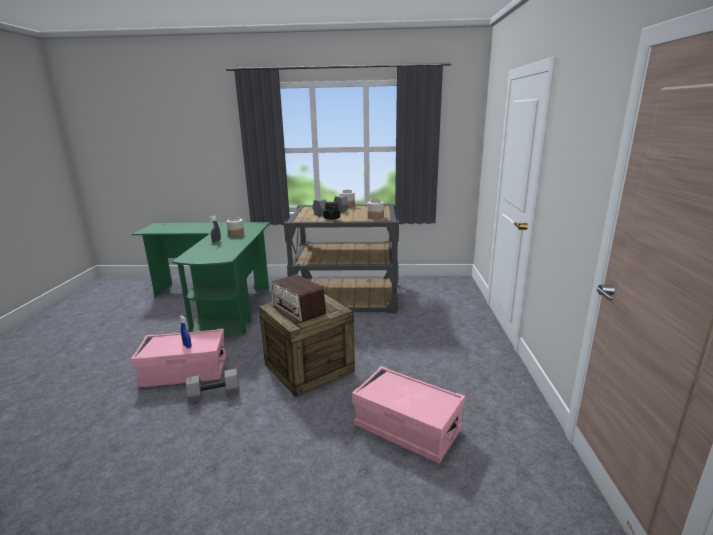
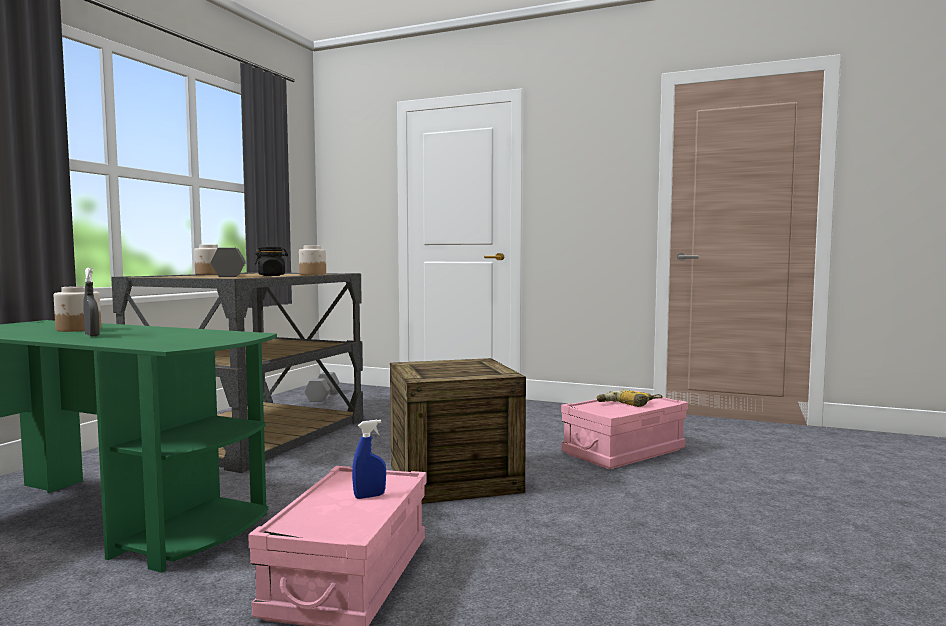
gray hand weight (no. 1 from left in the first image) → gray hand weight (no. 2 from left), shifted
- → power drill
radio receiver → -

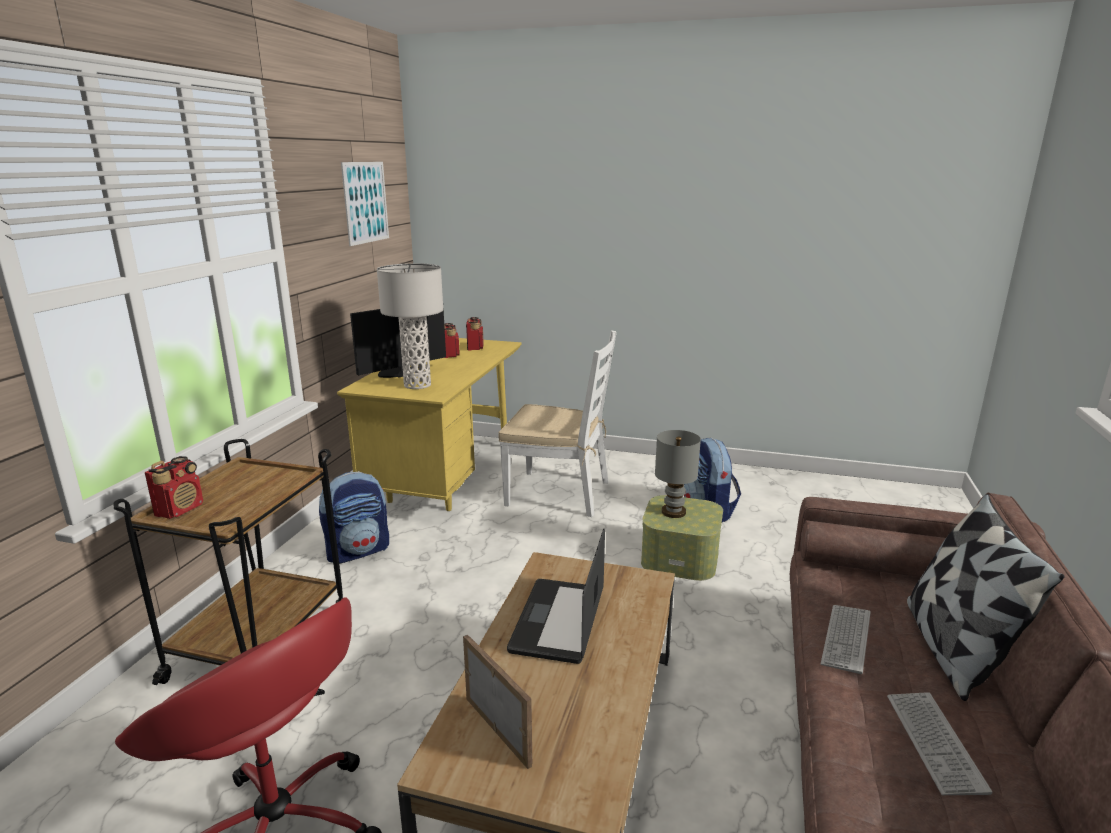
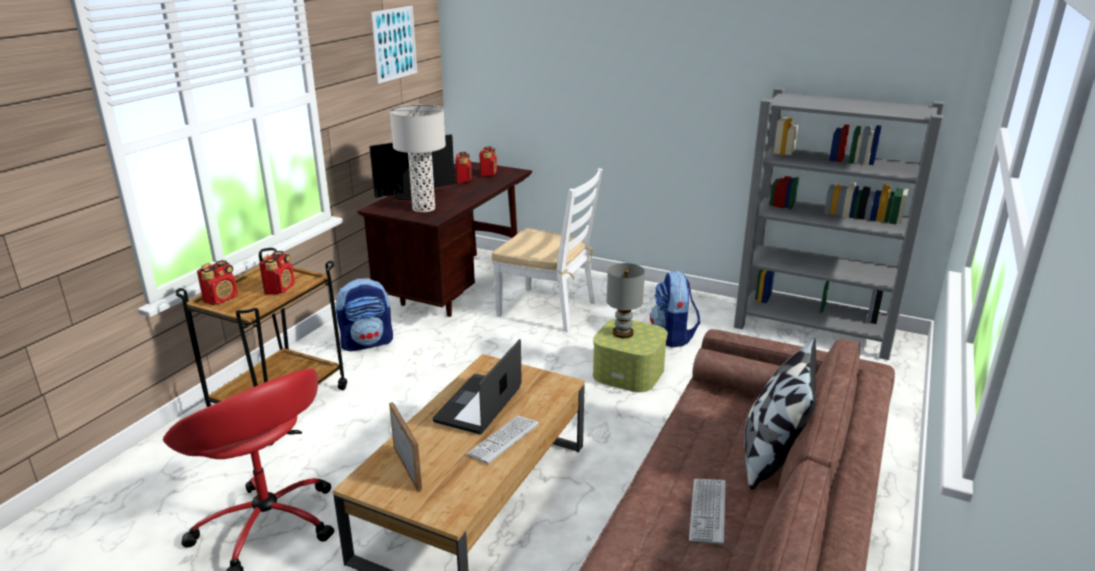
- → radio receiver (no. 2 from left)
yellow-coloured desk table → brownish desk table
keyboard (no. 1 from left), shifted
- → gray shelving unit

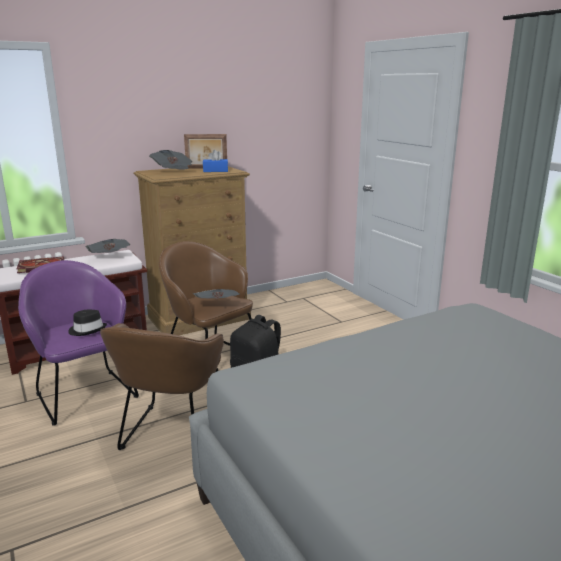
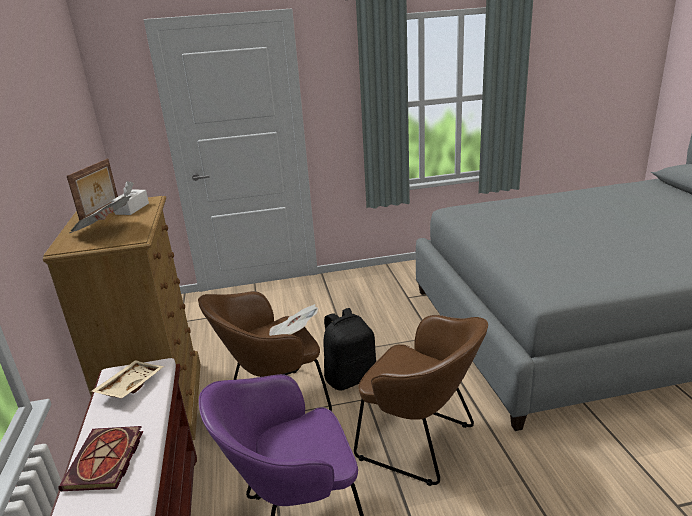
printed paper (no. 1 from left) → beige tray
blue-coloured tissue box → white-coloured tissue box
blackish hat → -

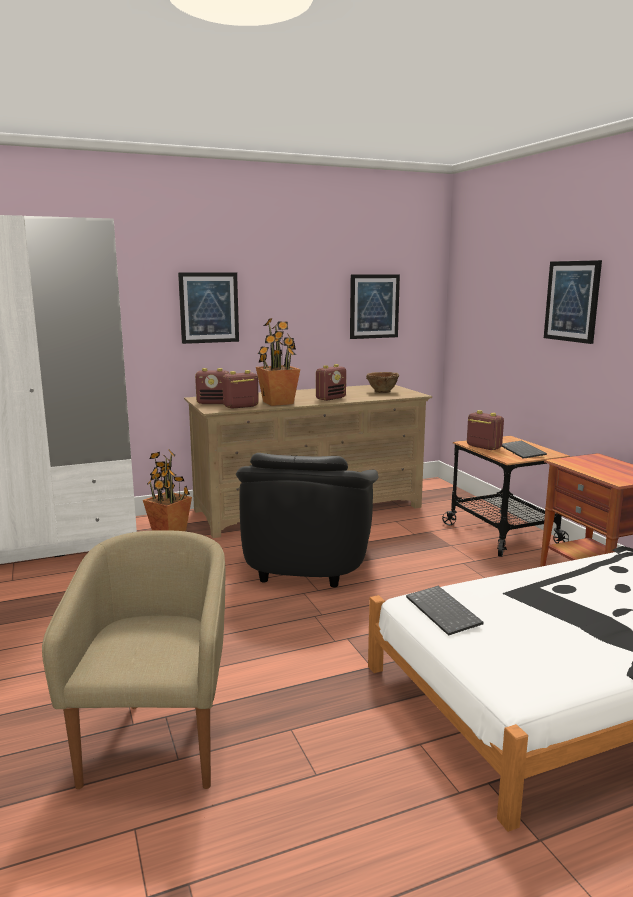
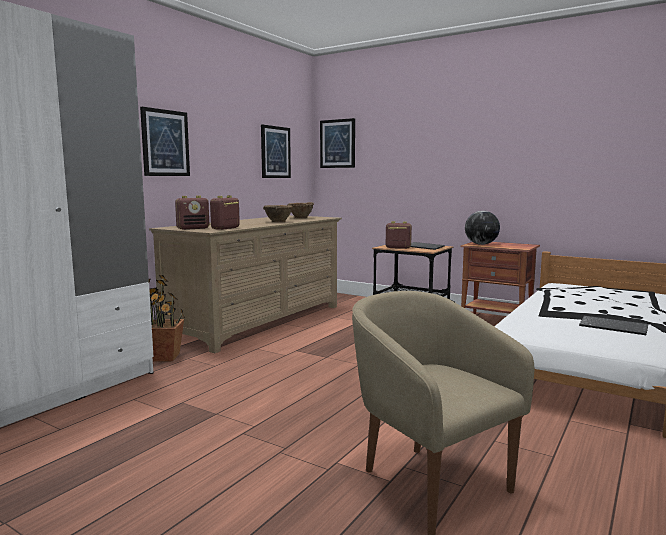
radio receiver (no. 3 from left) → brownish serving bowl (no. 1 from left)
wall art (no. 3 from left), shifted
- → world globe
keyboard (no. 1 from left in the first image) → keyboard (no. 2 from left), shifted
blackish lounge chair → -
houseplant (no. 2 from left) → -

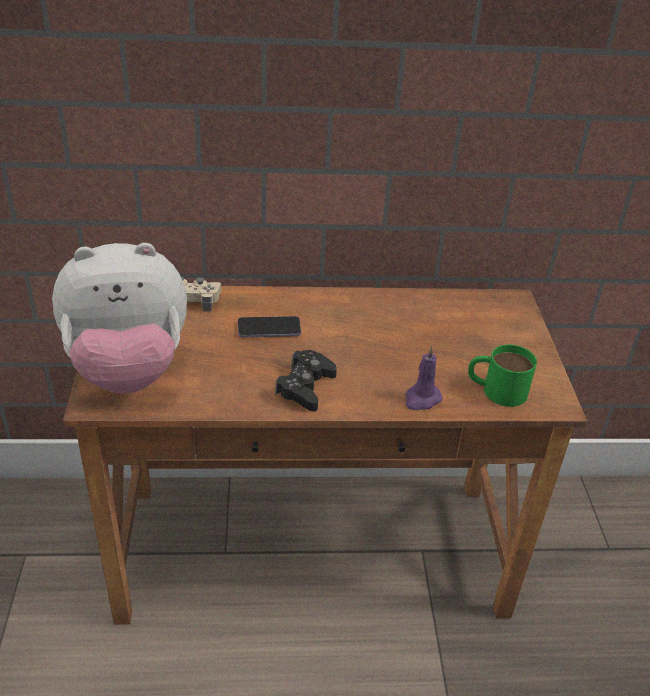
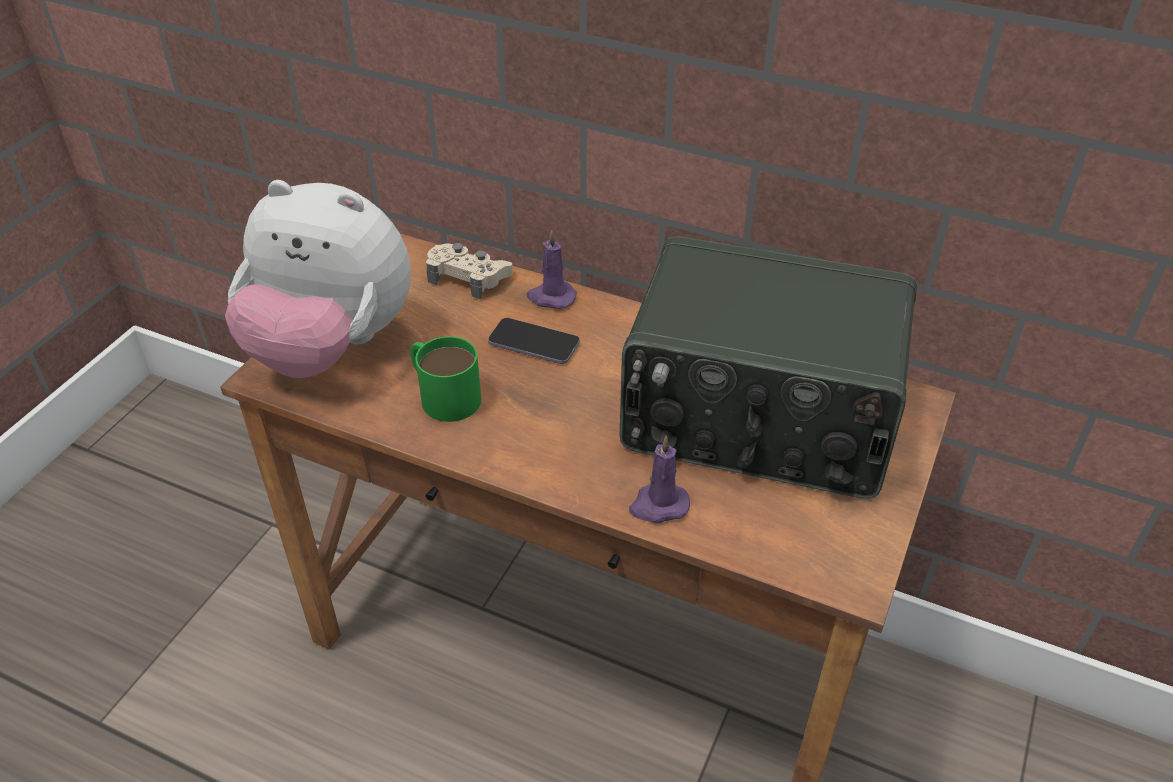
green-coloured tea mug, shifted
- → purplish candle (no. 1 from left)
- → radio receiver
blackish joypad → -

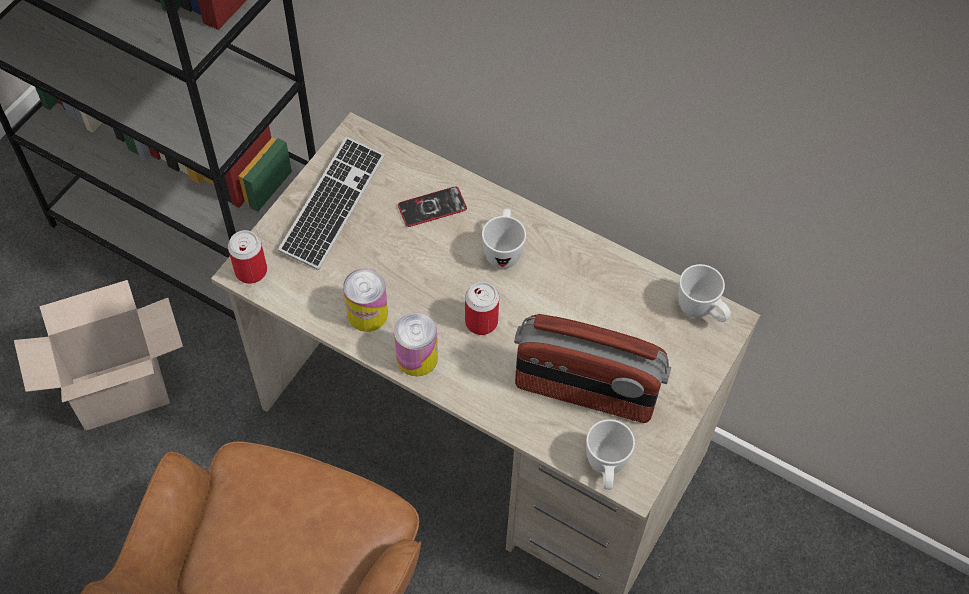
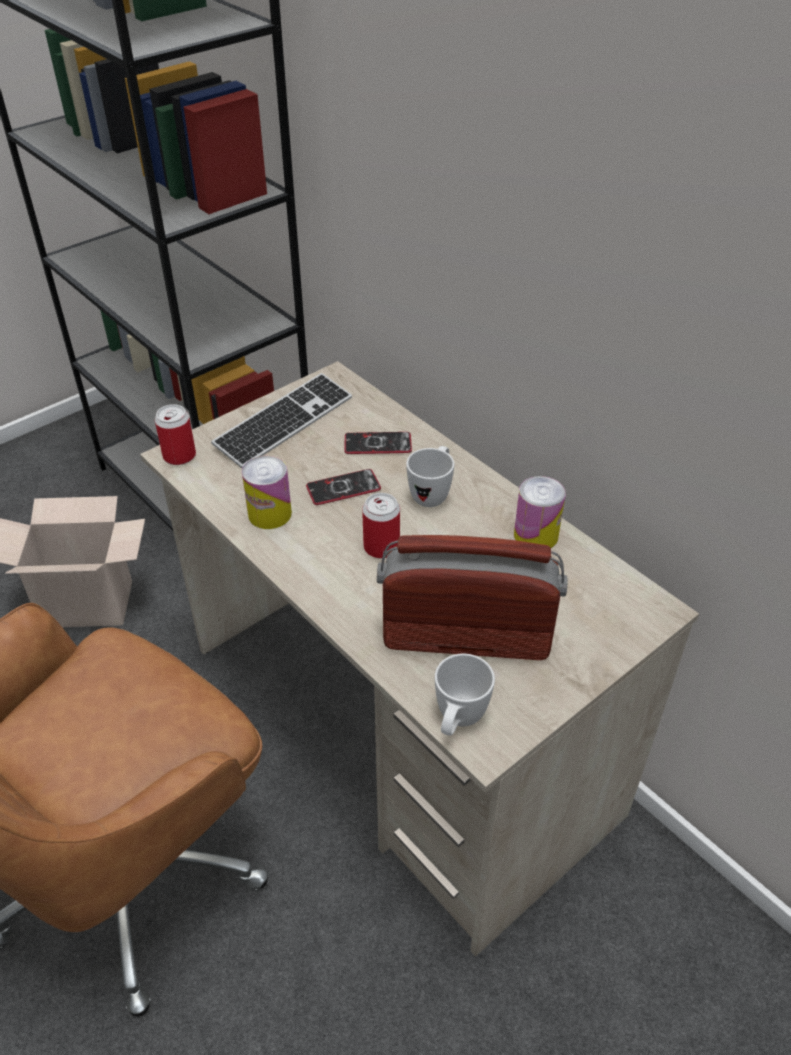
- → telephone (no. 1 from left)
radio receiver, 150 degrees clockwise
can (no. 3 from left in the first image) → can (no. 4 from left), shifted
white-coloured tea mug (no. 3 from left) → -

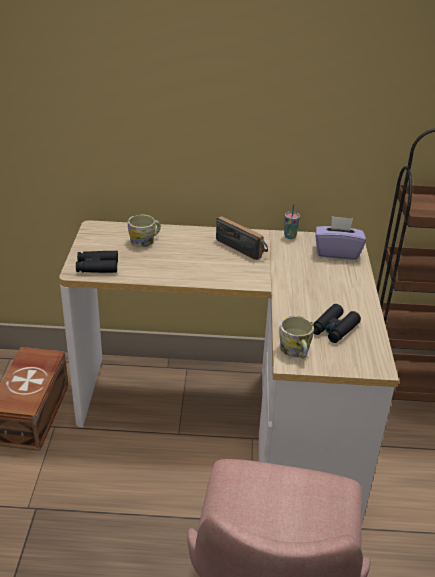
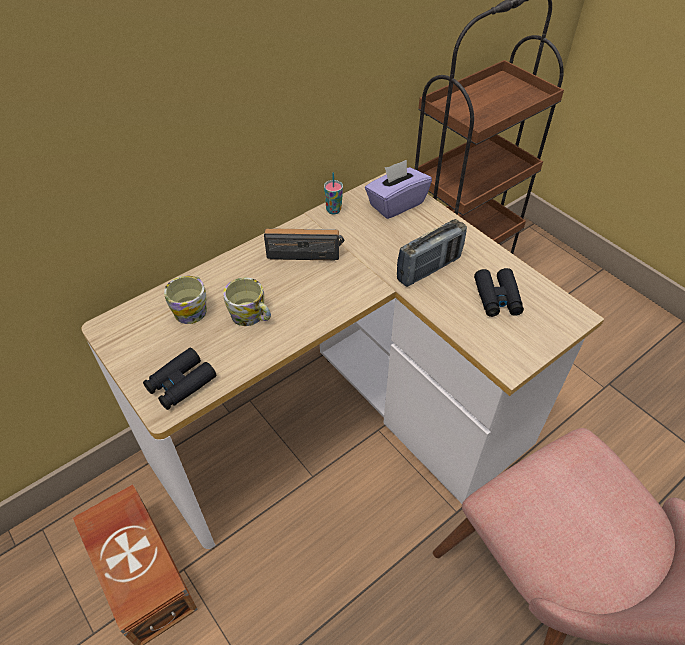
tea mug (no. 2 from left), shifted
- → radio receiver (no. 2 from left)

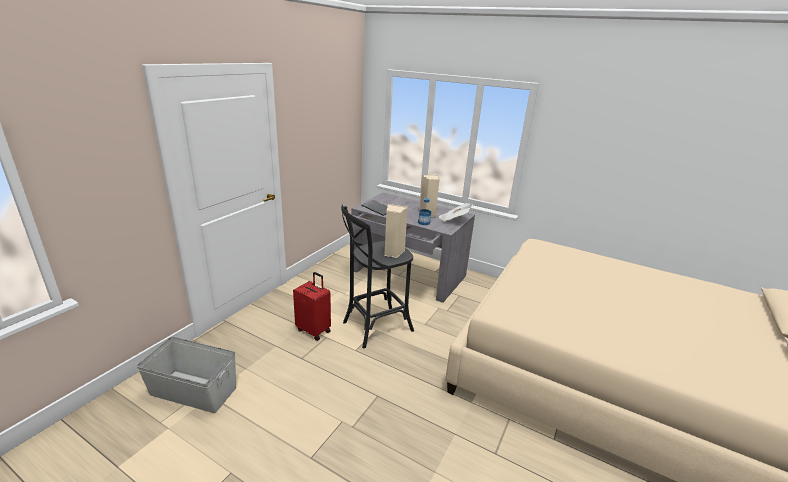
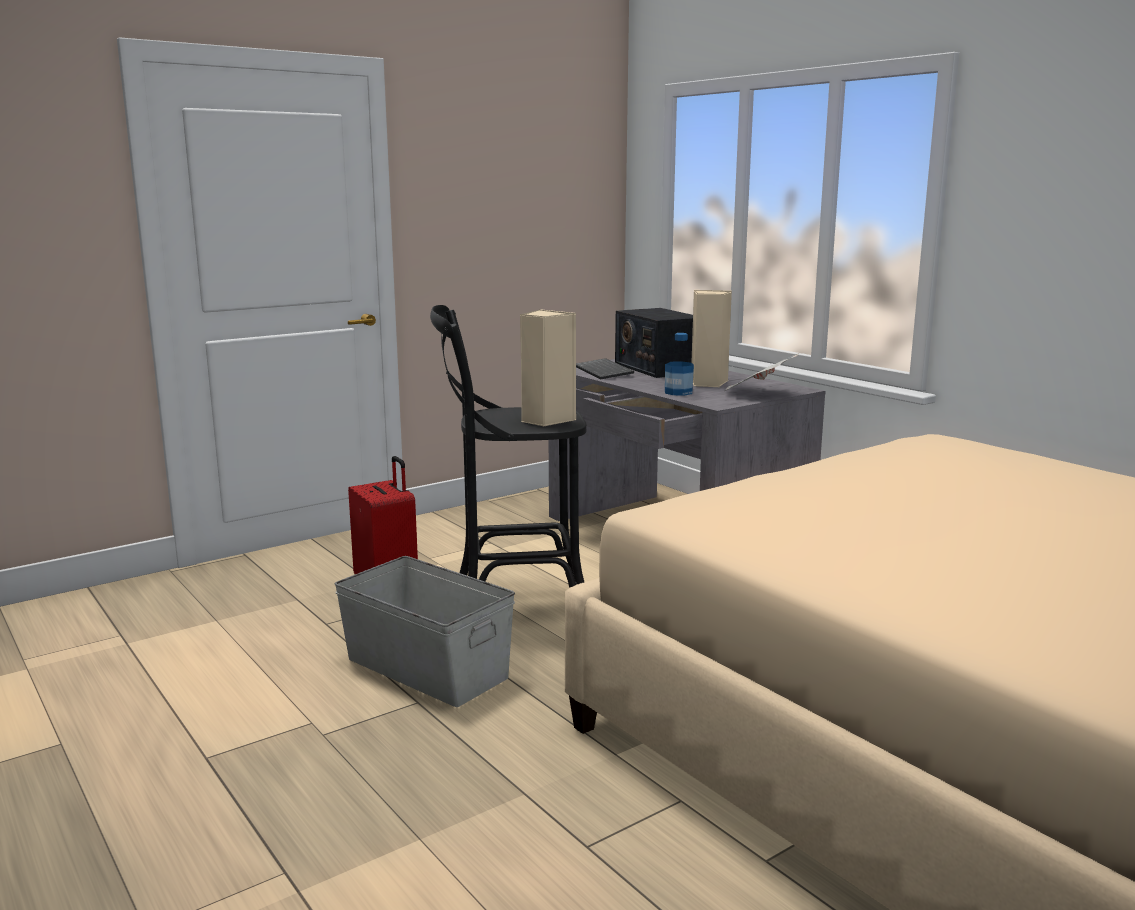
gray storage bin, shifted
- → radio receiver

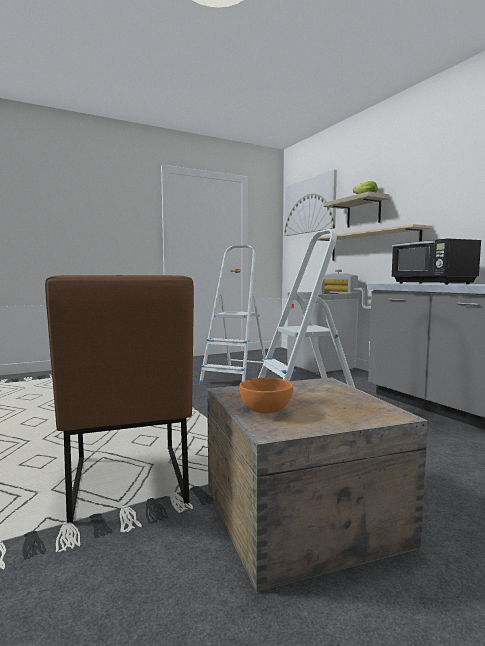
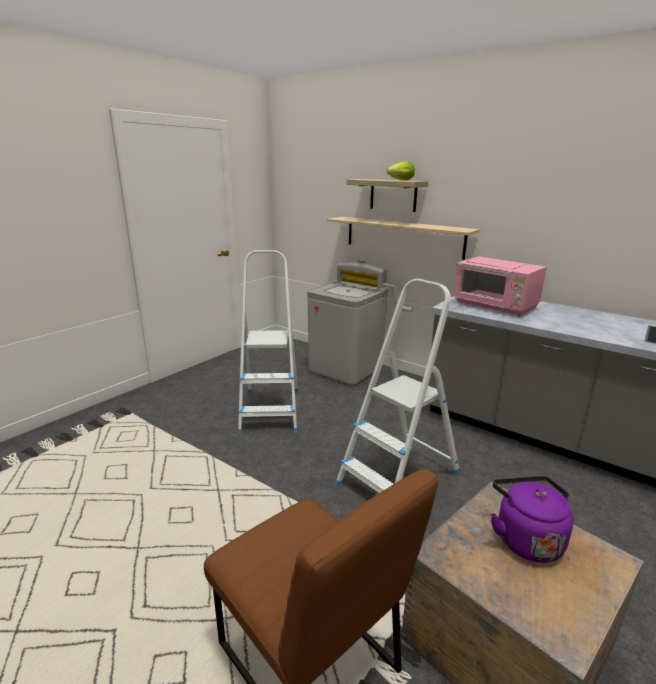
blackish microwave oven → pink microwave oven
- → purplish tea kettle
orange-coloured serving bowl → -
wall art → -

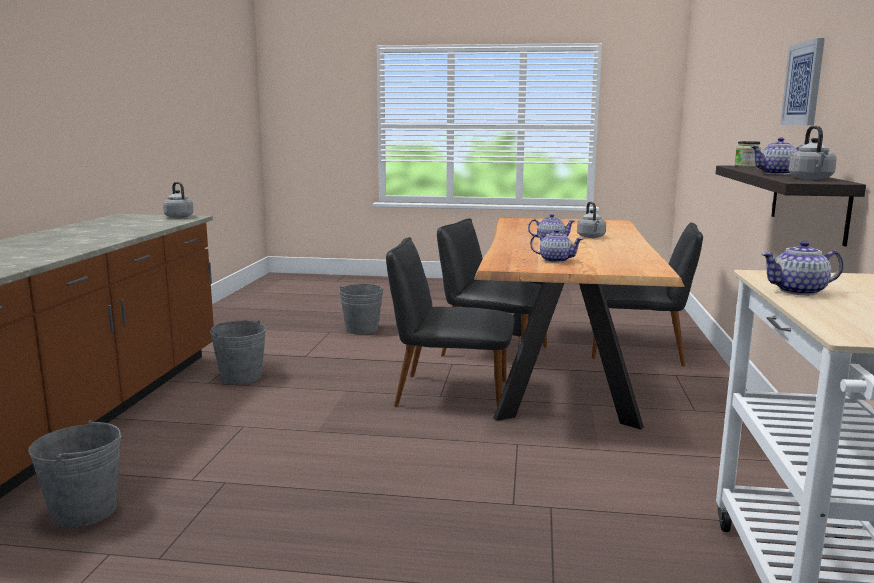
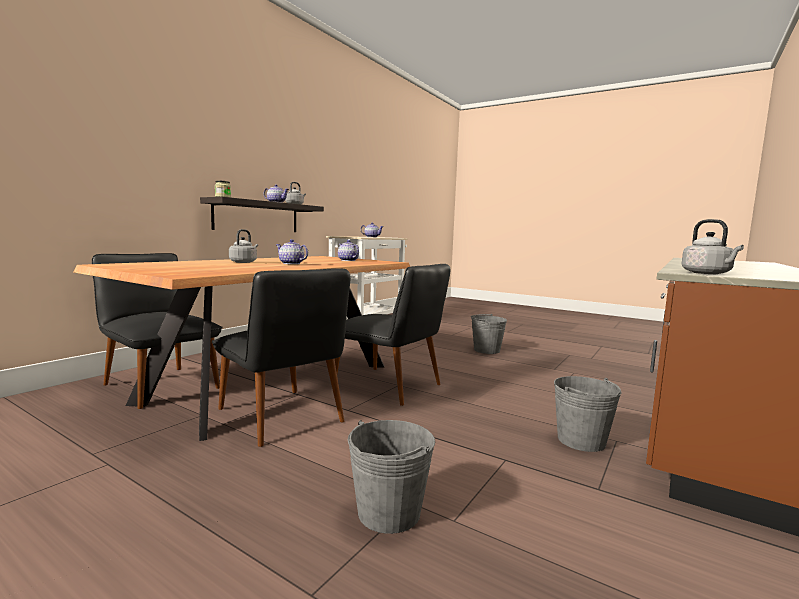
gray bucket (no. 1 from left in the first image) → gray bucket (no. 2 from left), shifted
wall art → -

